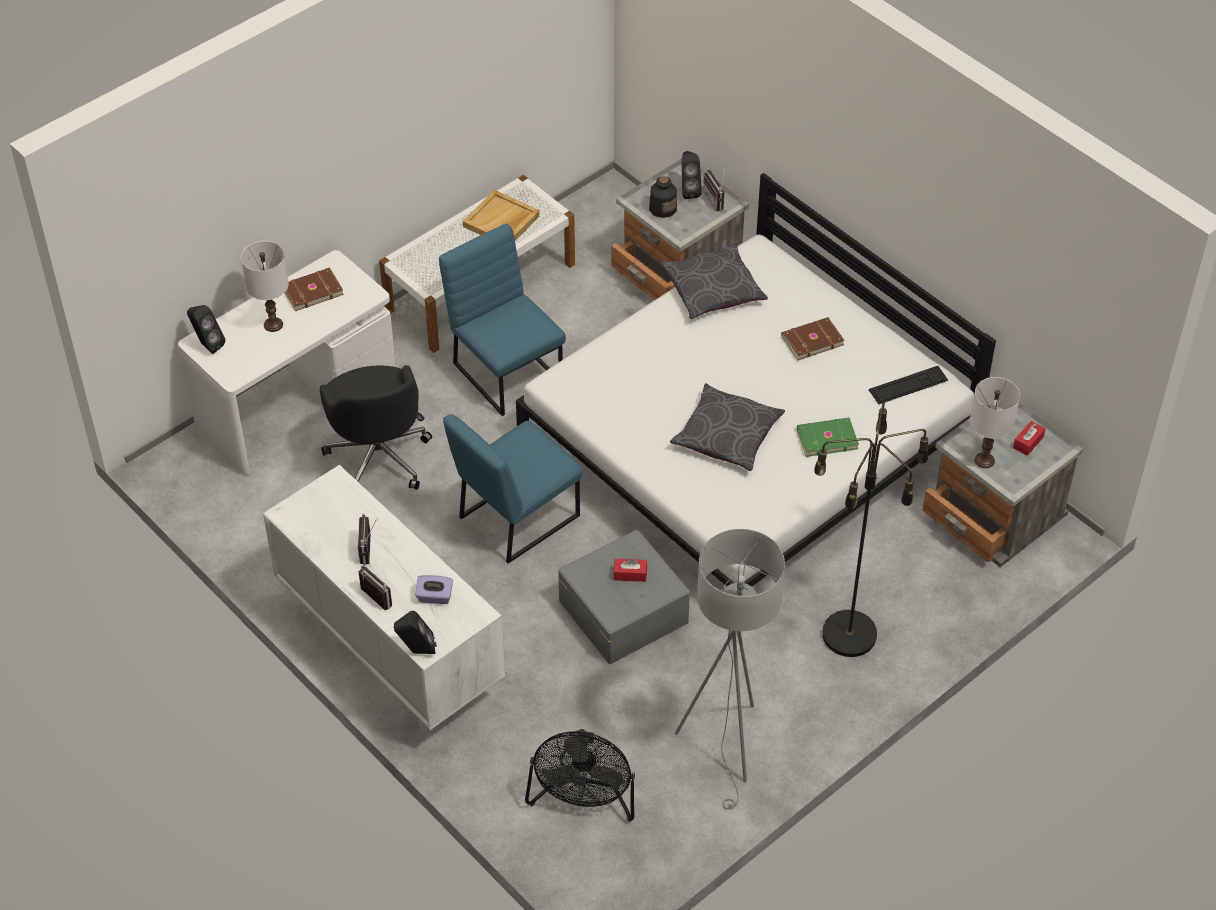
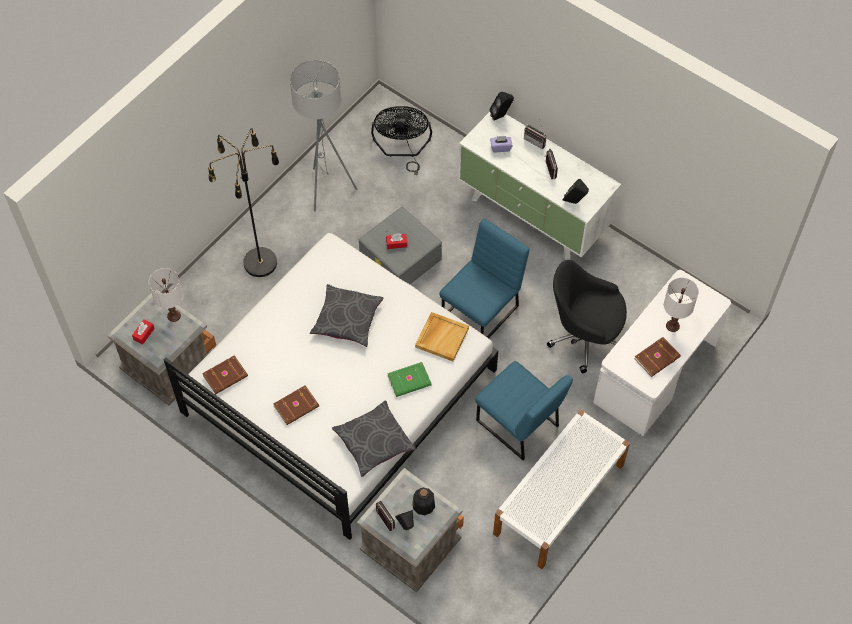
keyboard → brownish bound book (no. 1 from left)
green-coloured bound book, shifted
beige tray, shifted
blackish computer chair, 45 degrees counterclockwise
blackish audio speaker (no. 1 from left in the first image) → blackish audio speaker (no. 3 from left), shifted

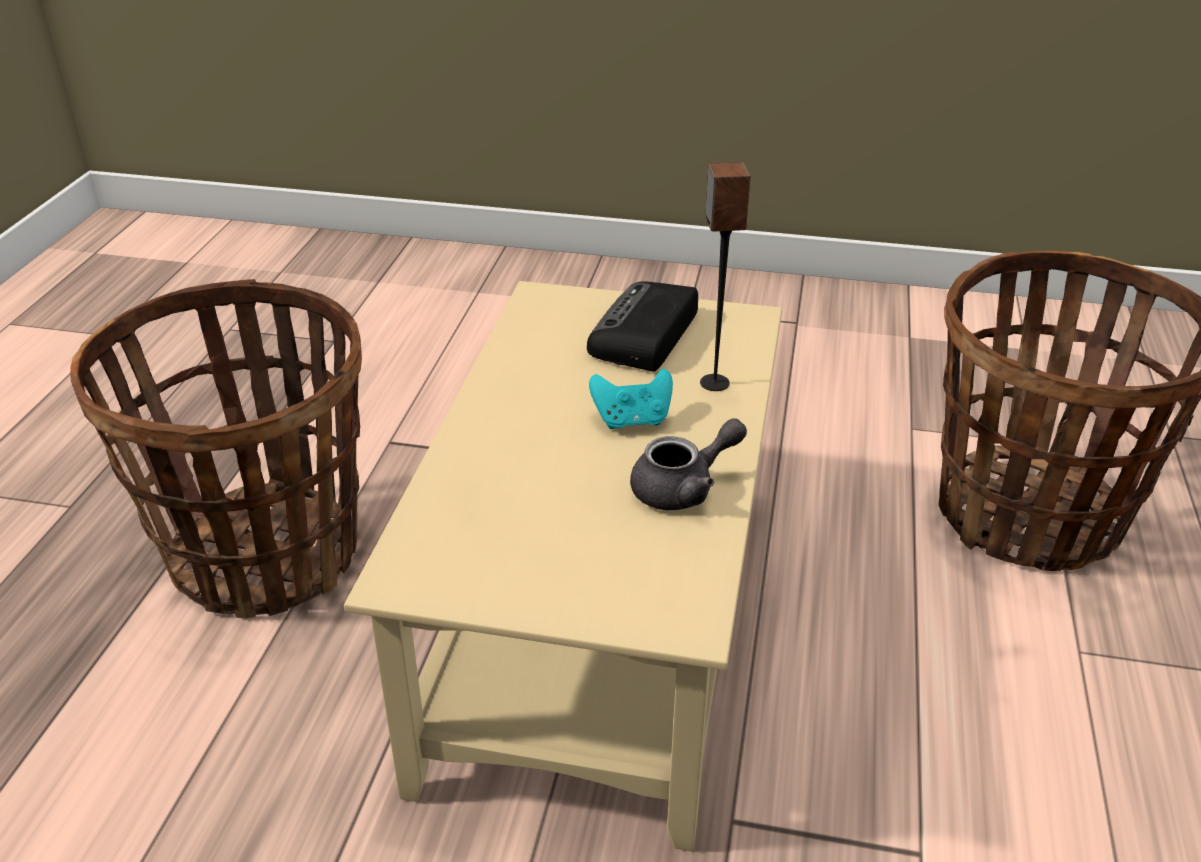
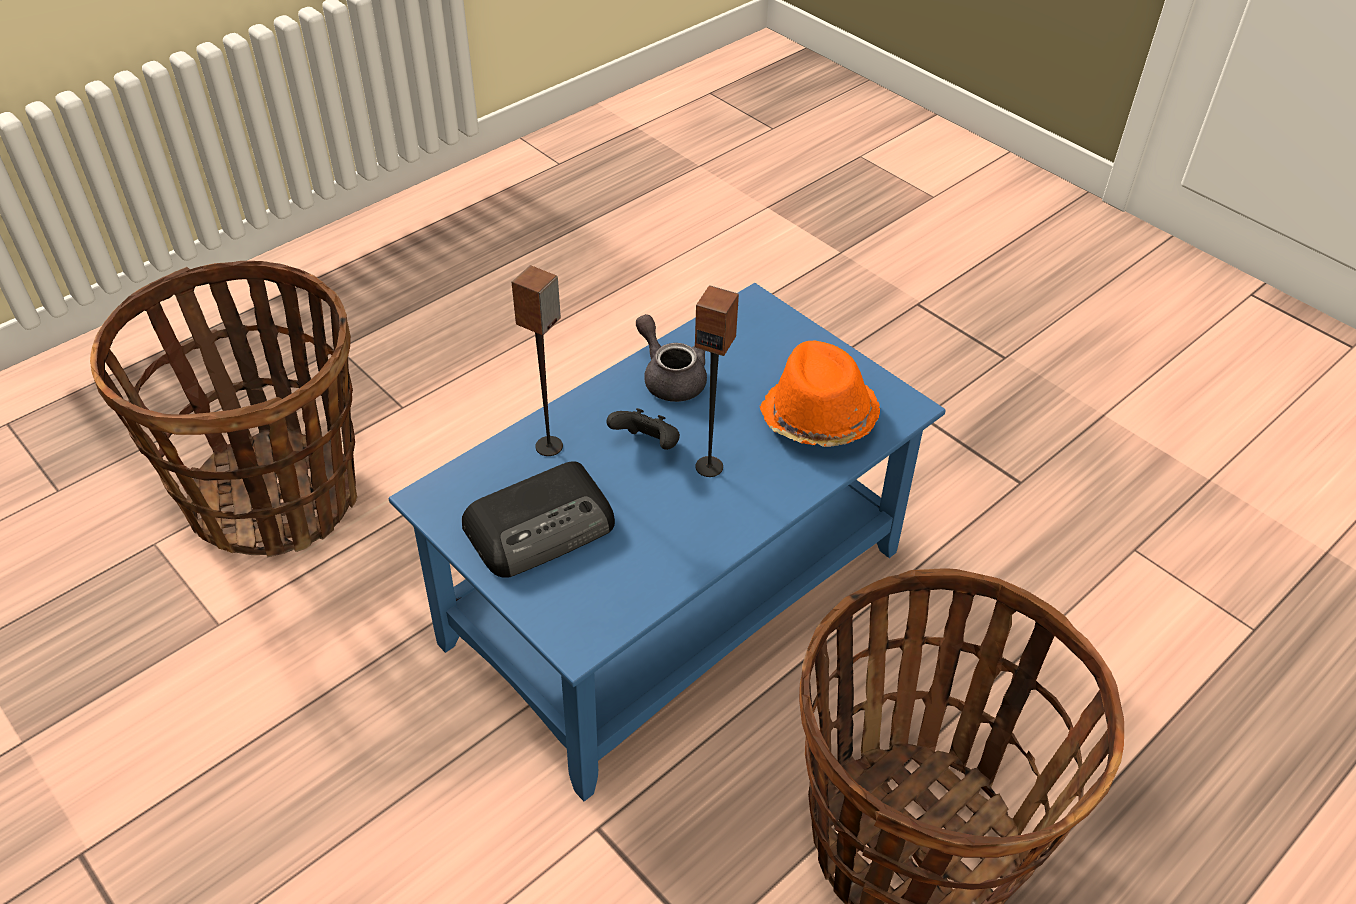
beige coffee table → blue-coloured coffee table
turquoise-coloured joypad → blackish joypad
gray teapot, 45 degrees clockwise
- → audio speaker (no. 2 from left)
- → orange-coloured hat

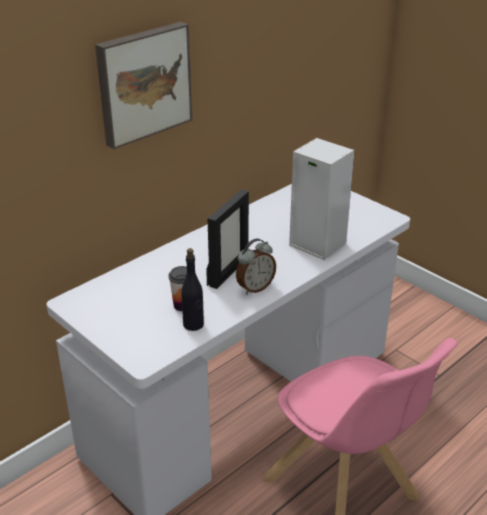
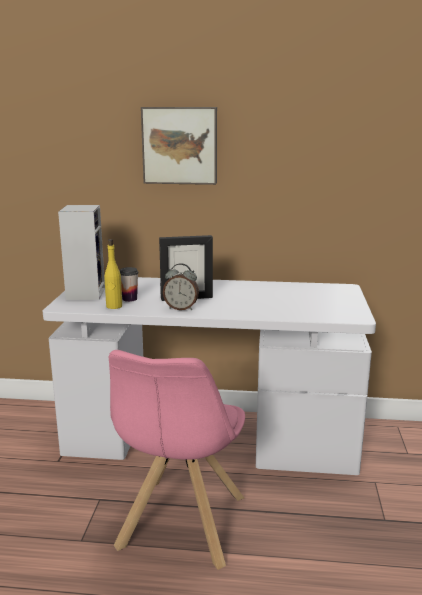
audio speaker, shifted
blackish beverage bottle → yellow-coloured beverage bottle

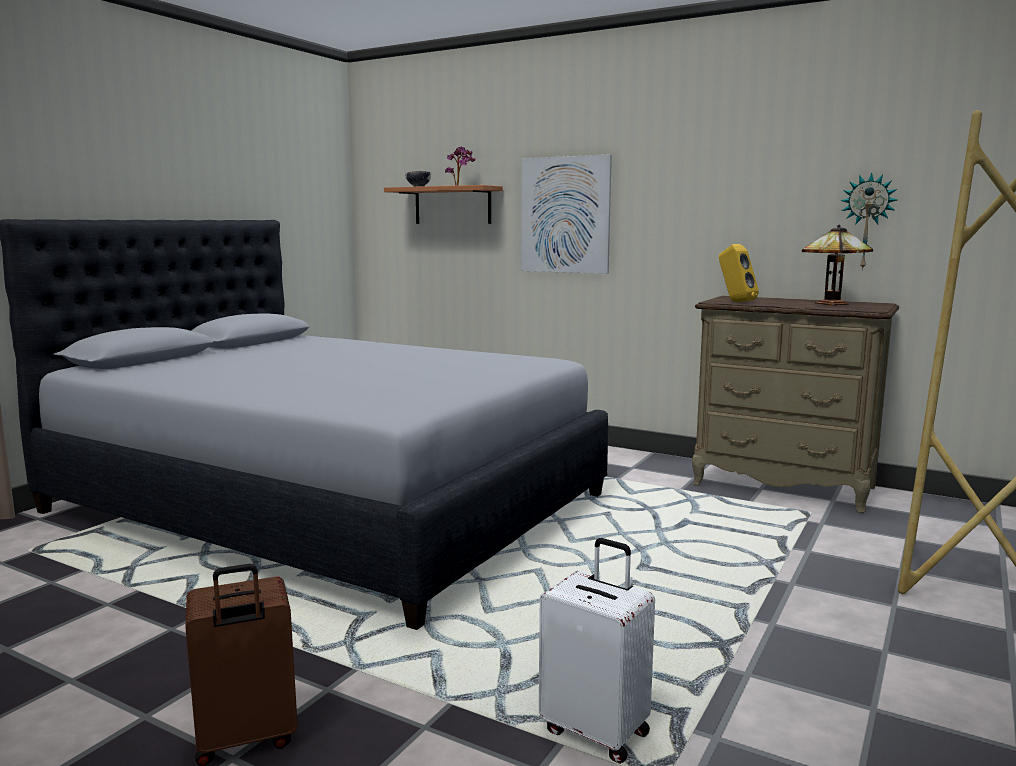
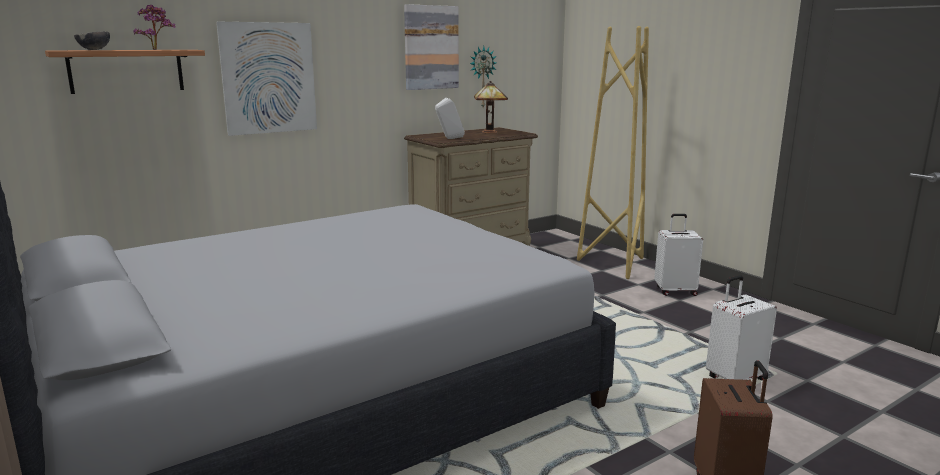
- → wall art (no. 2 from left)
yellow-coloured audio speaker → white-coloured audio speaker
- → white-coloured piece of luggage (no. 1 from left)

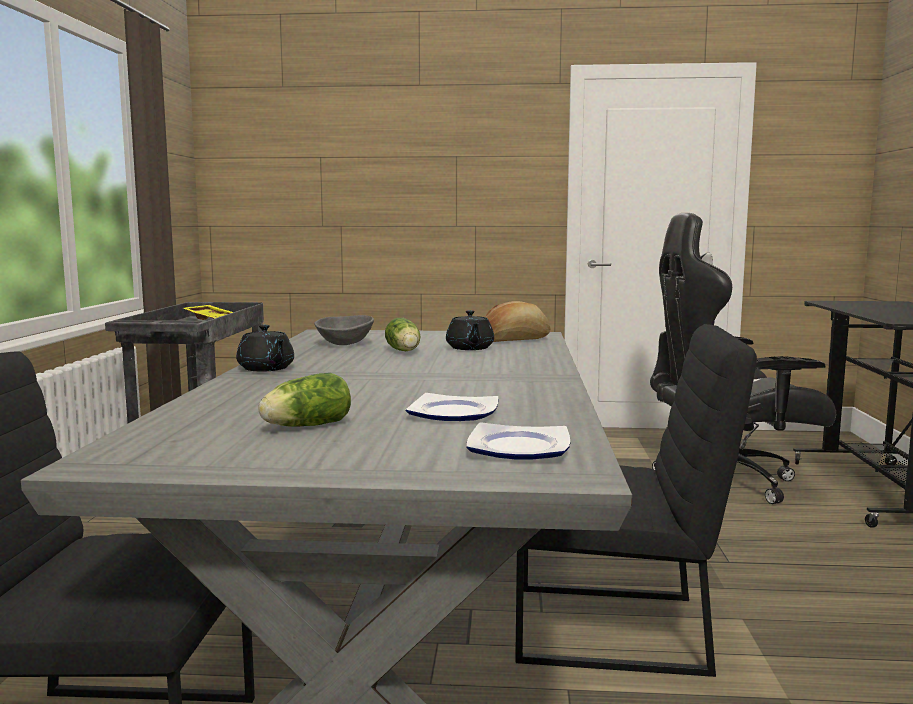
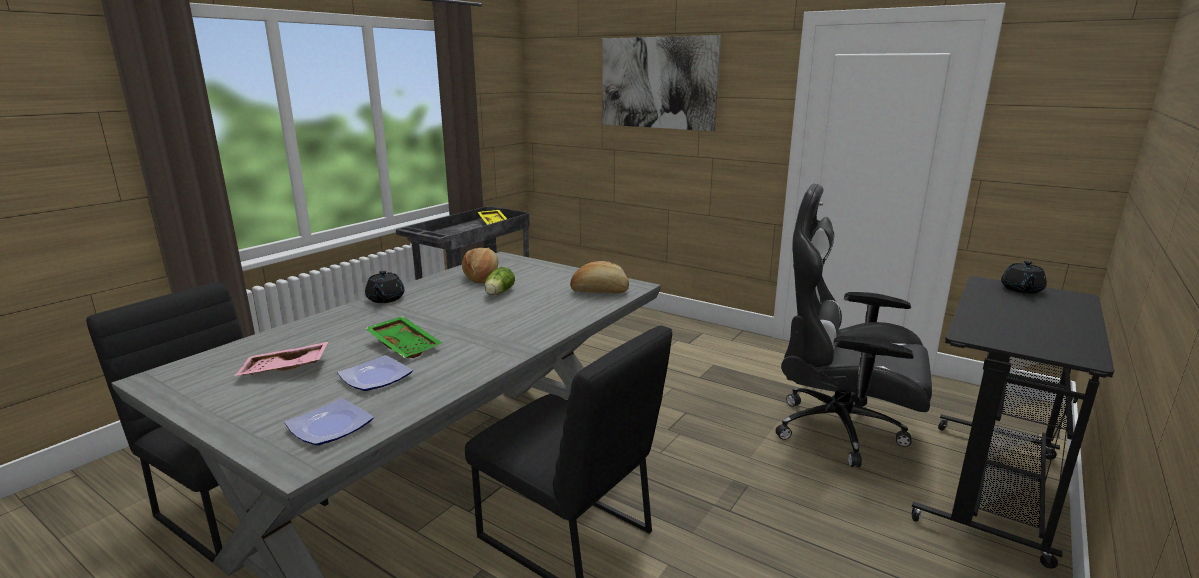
lettuce (no. 1 from left) → pink tray
- → green-coloured tray
gray serving bowl → baked bread (no. 1 from left)
- → wall art
blackish teapot (no. 2 from left), shifted

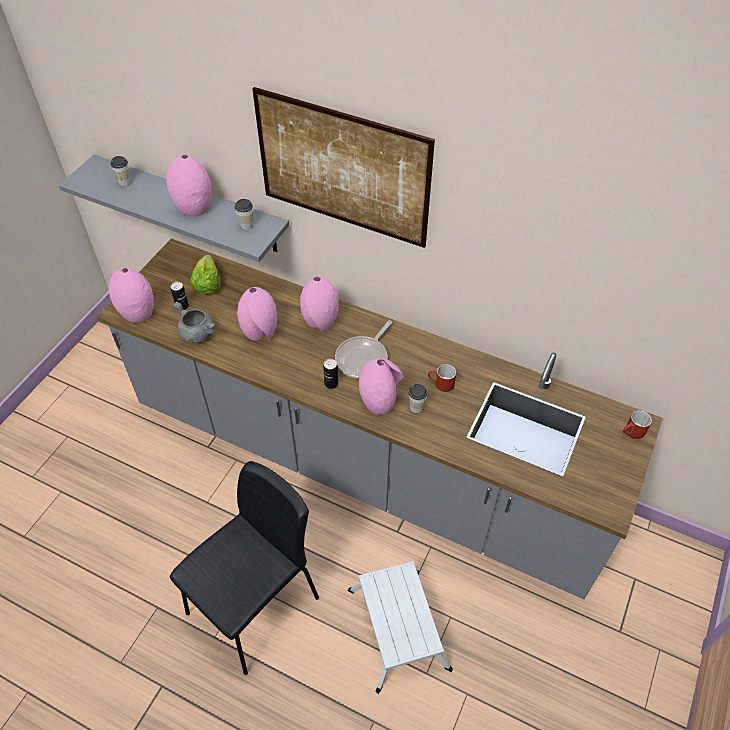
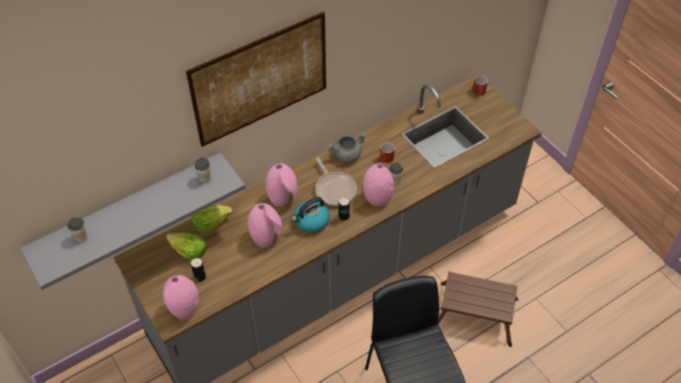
- → lettuce (no. 2 from left)
- → tea kettle
gray stockpot, shifted
white-coloured step ladder → brownish step ladder
pink decorative vase (no. 2 from left) → -

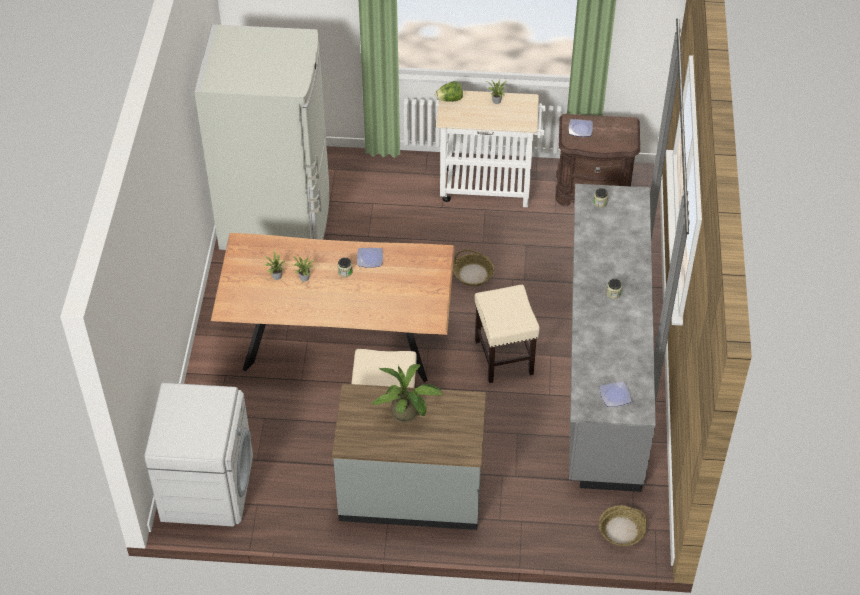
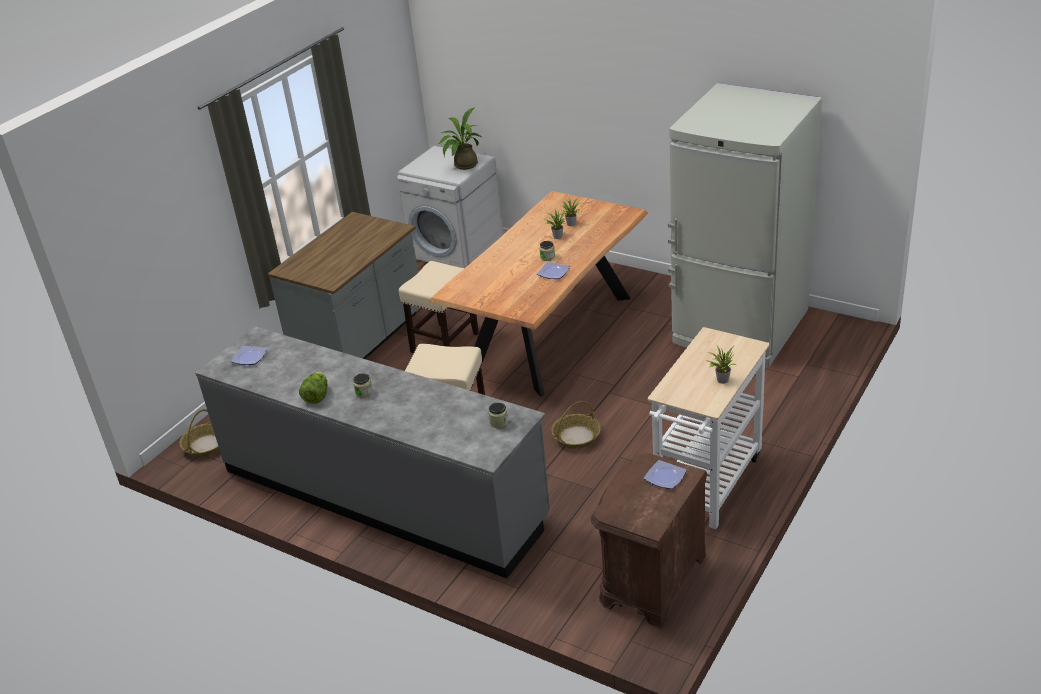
lettuce, shifted
houseplant (no. 3 from left in the first image) → houseplant (no. 1 from left), shifted

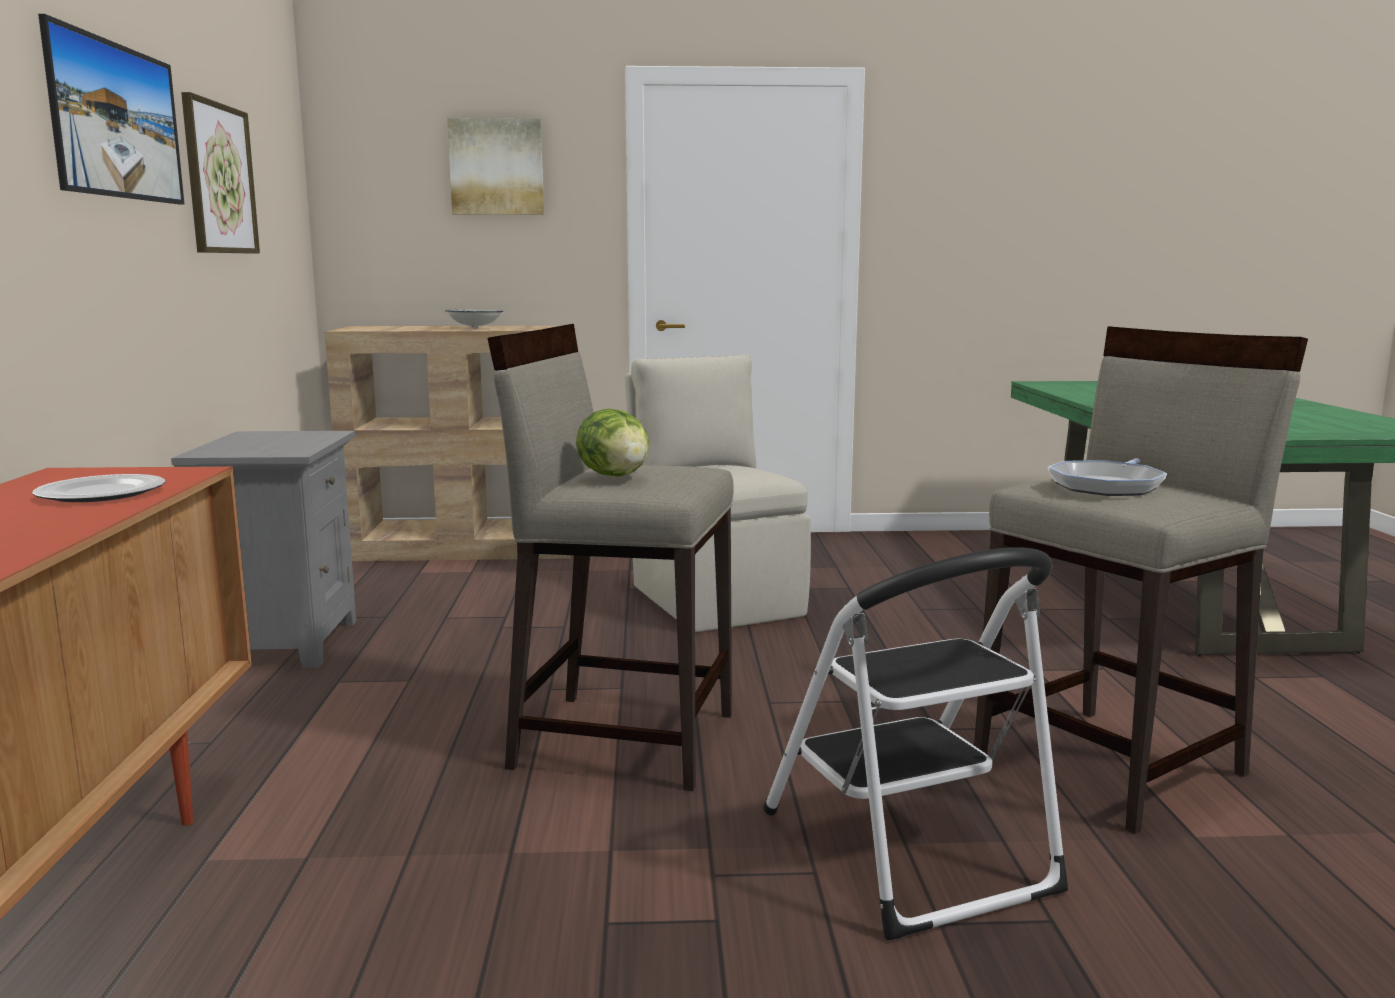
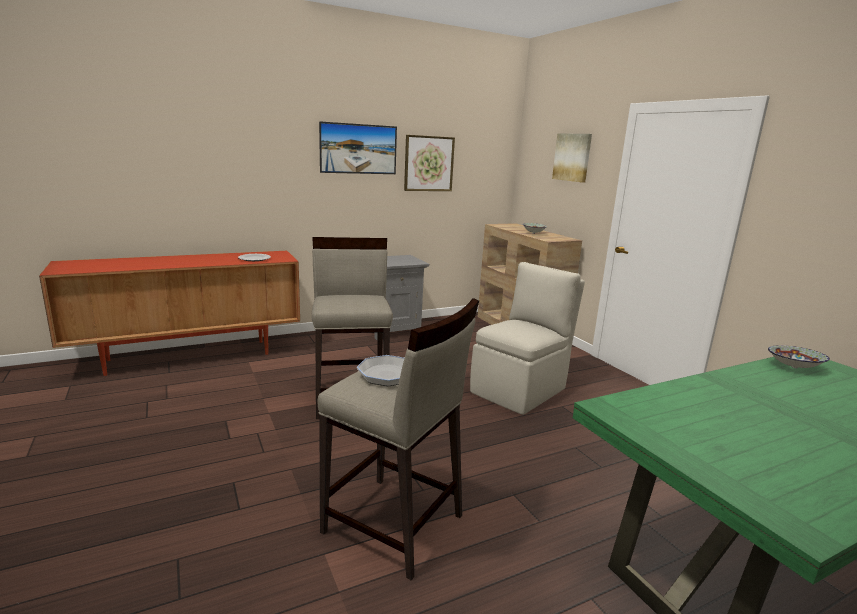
- → serving bowl (no. 2 from left)
lettuce → -
step ladder → -

